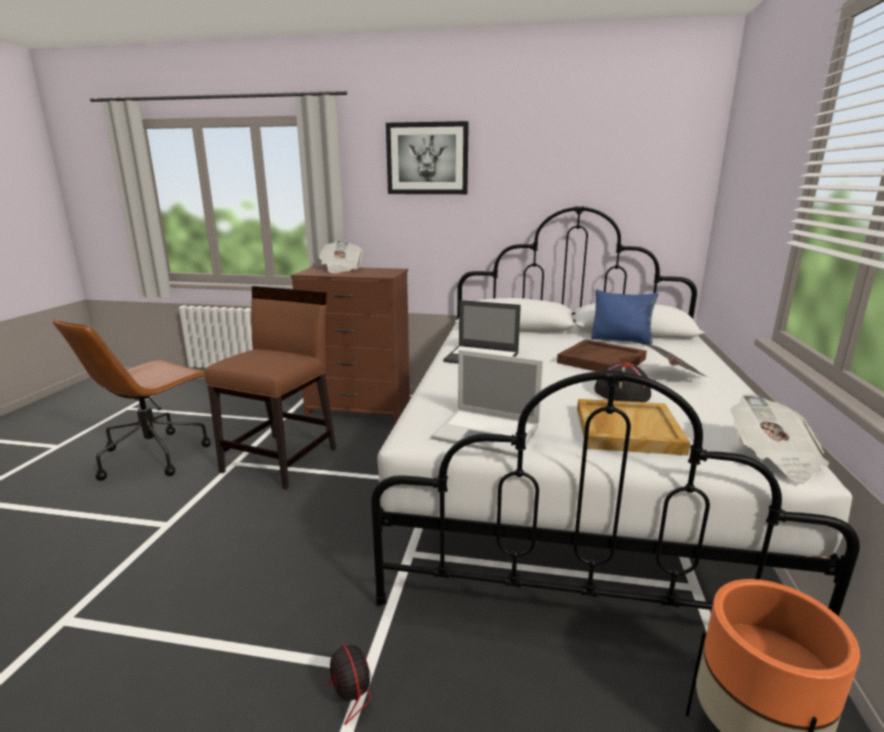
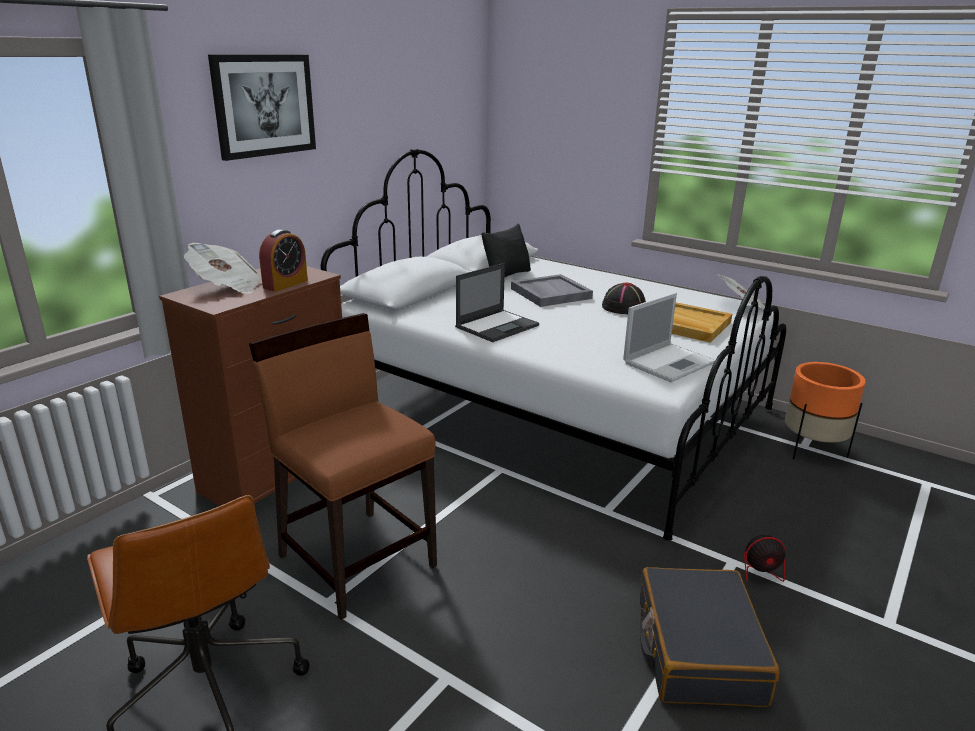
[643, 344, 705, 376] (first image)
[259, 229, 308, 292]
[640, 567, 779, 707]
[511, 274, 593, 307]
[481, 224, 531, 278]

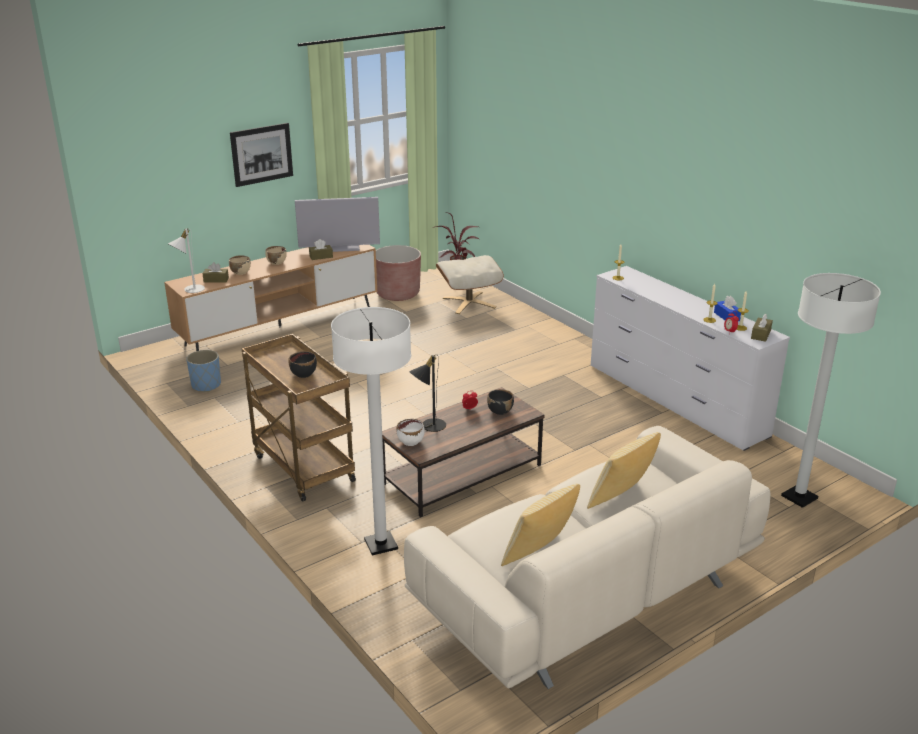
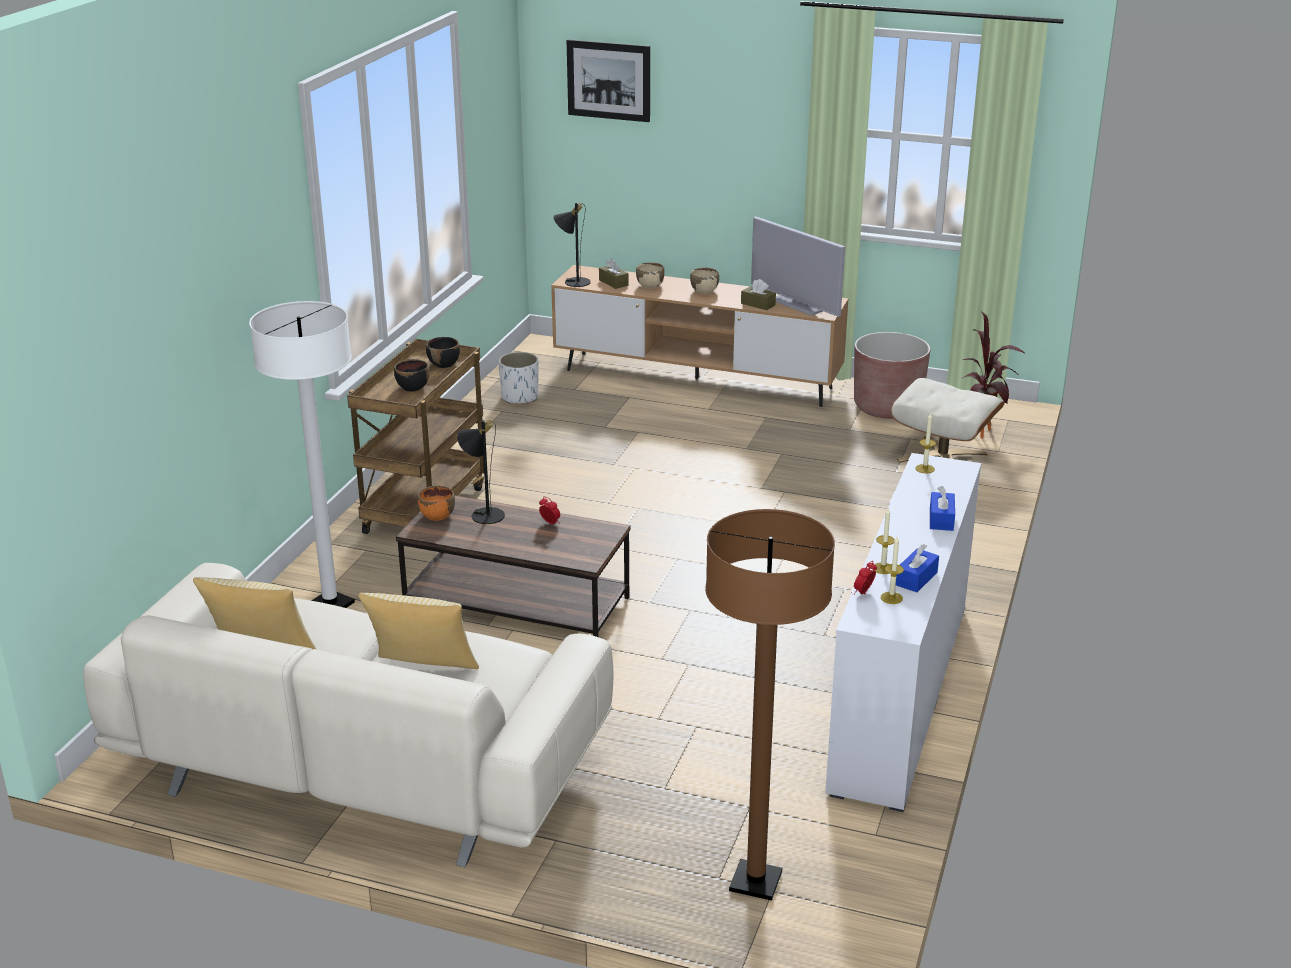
[751, 313, 773, 342] (first image)
[930, 486, 955, 531]
[567, 39, 650, 122]
[426, 337, 460, 368]
[554, 203, 591, 287]
[498, 352, 538, 404]
[418, 485, 455, 521]
[705, 509, 835, 901]

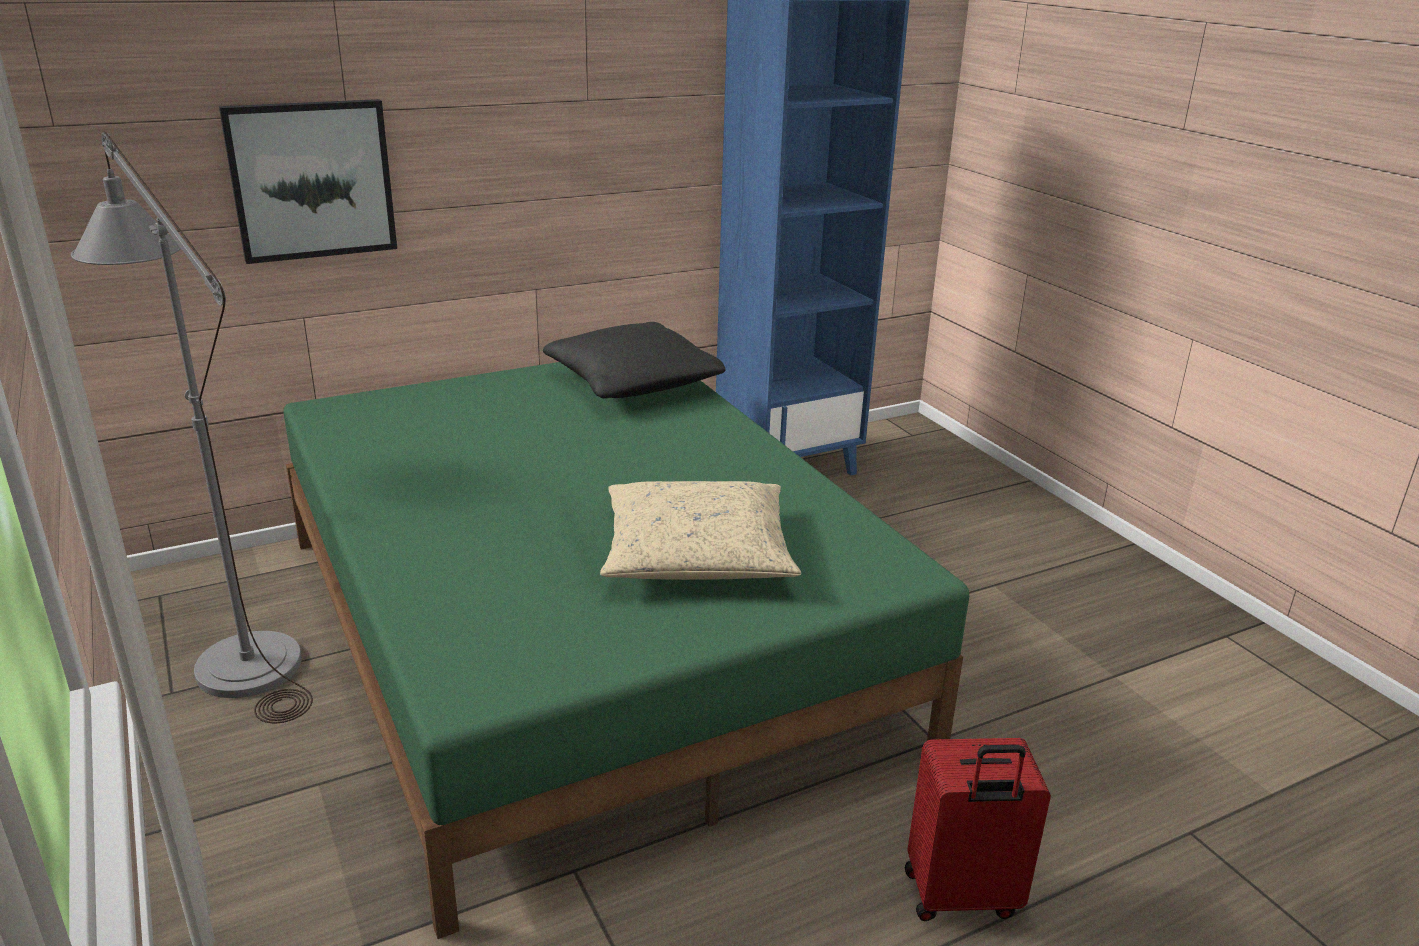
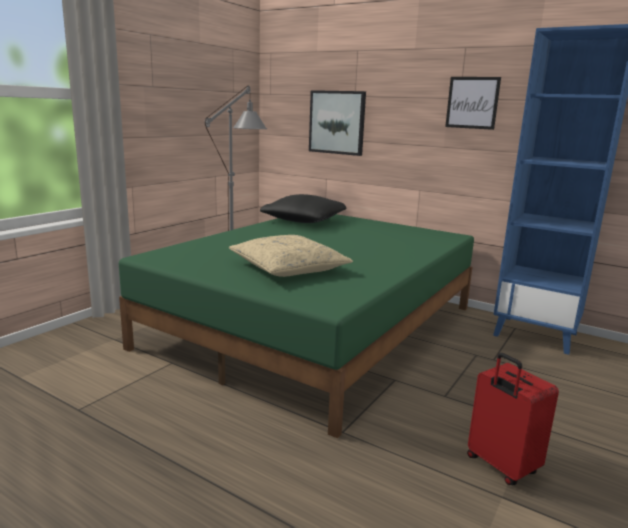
[445, 77, 501, 130]
[260, 194, 346, 223]
[467, 353, 559, 485]

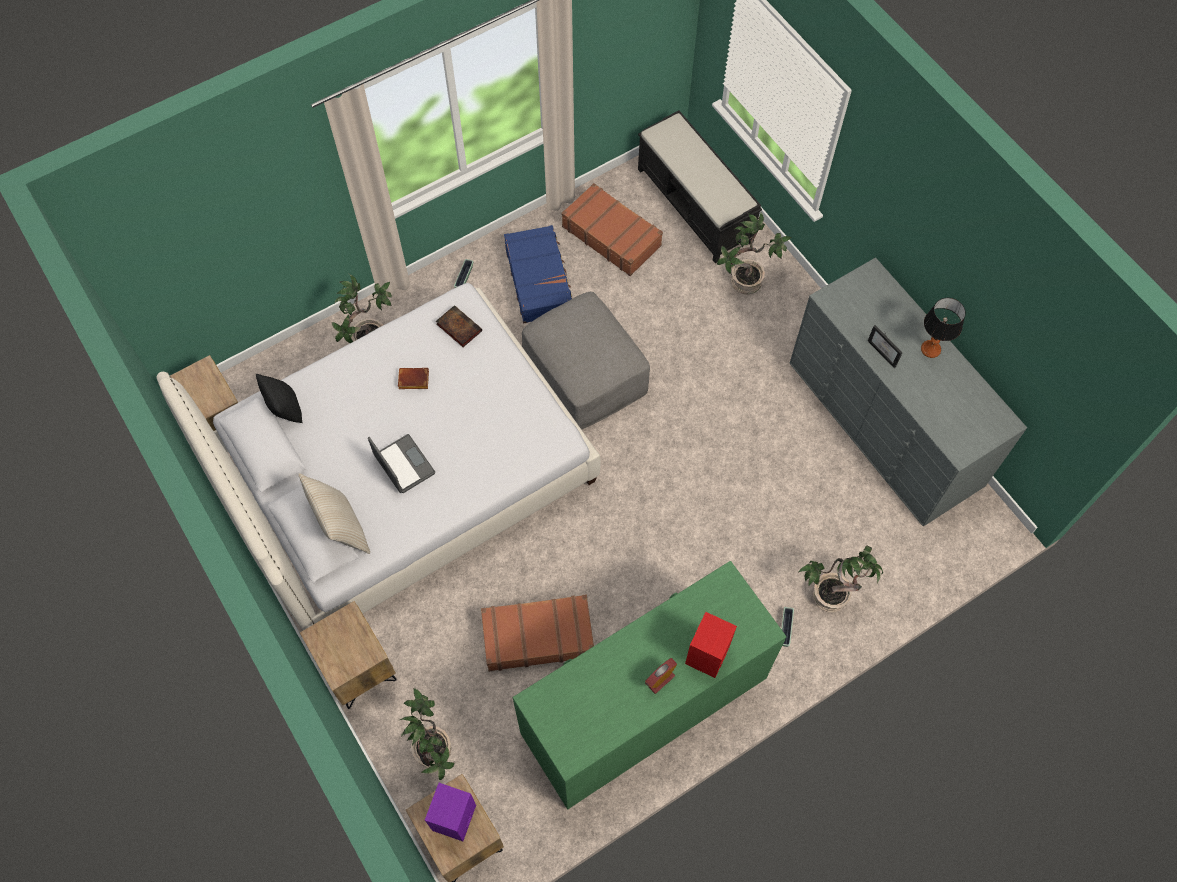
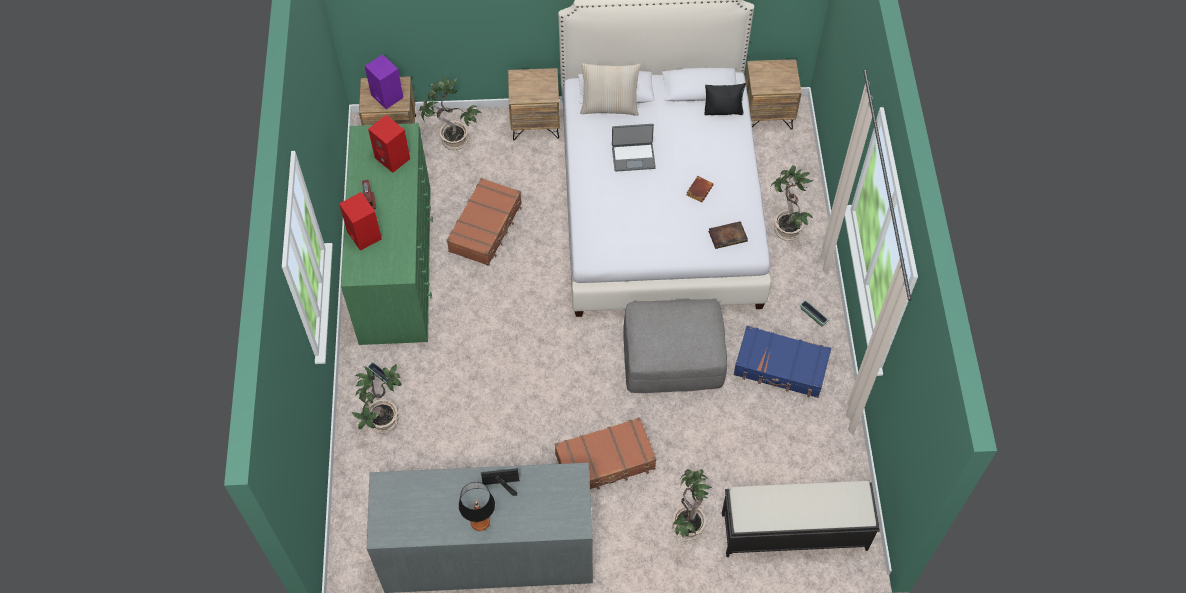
[368, 115, 410, 173]
[555, 417, 656, 490]

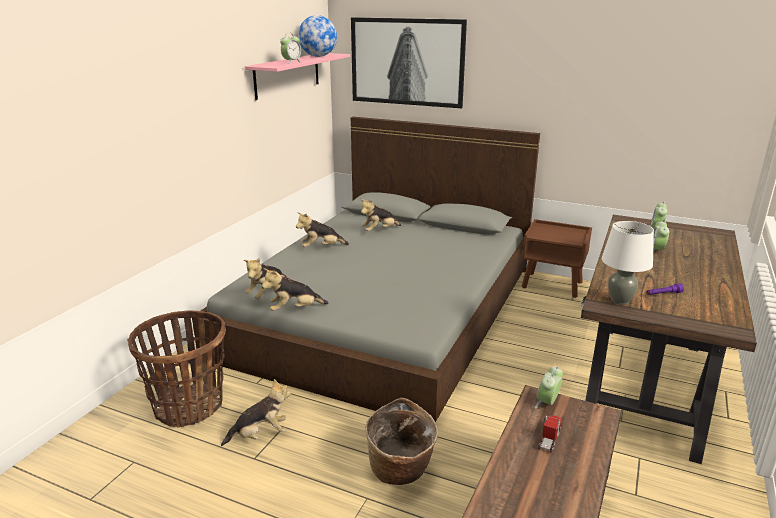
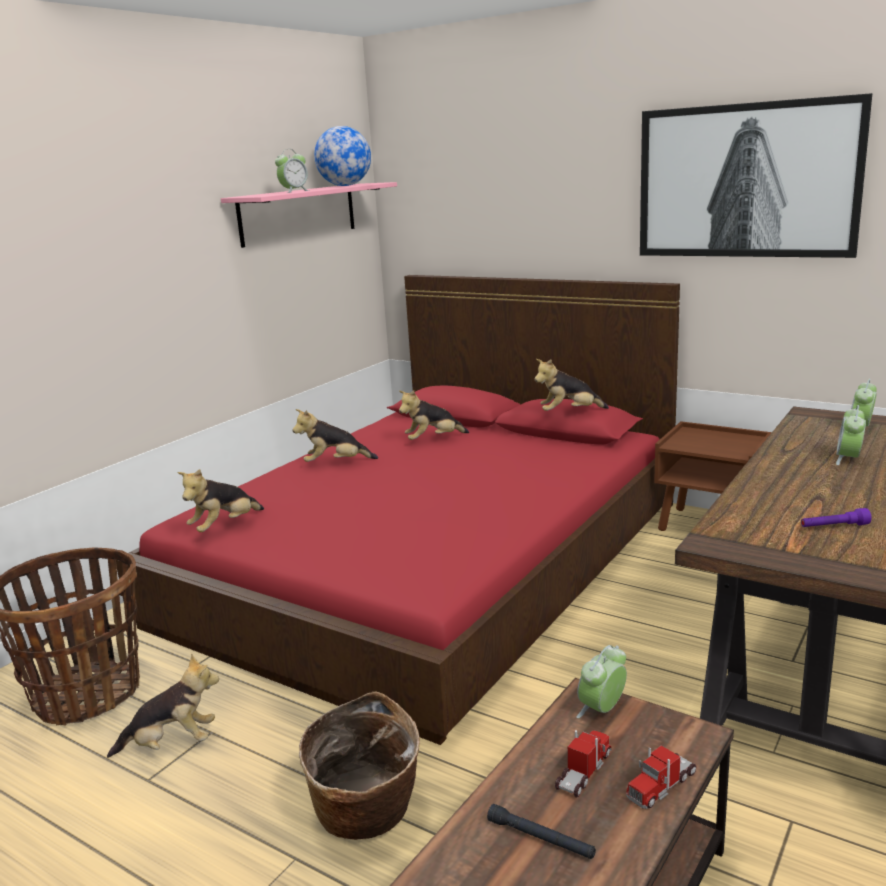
[602, 221, 654, 305] (first image)
[487, 804, 596, 859]
[626, 746, 696, 809]
[535, 359, 609, 411]
[640, 93, 872, 258]
[116, 275, 680, 745]

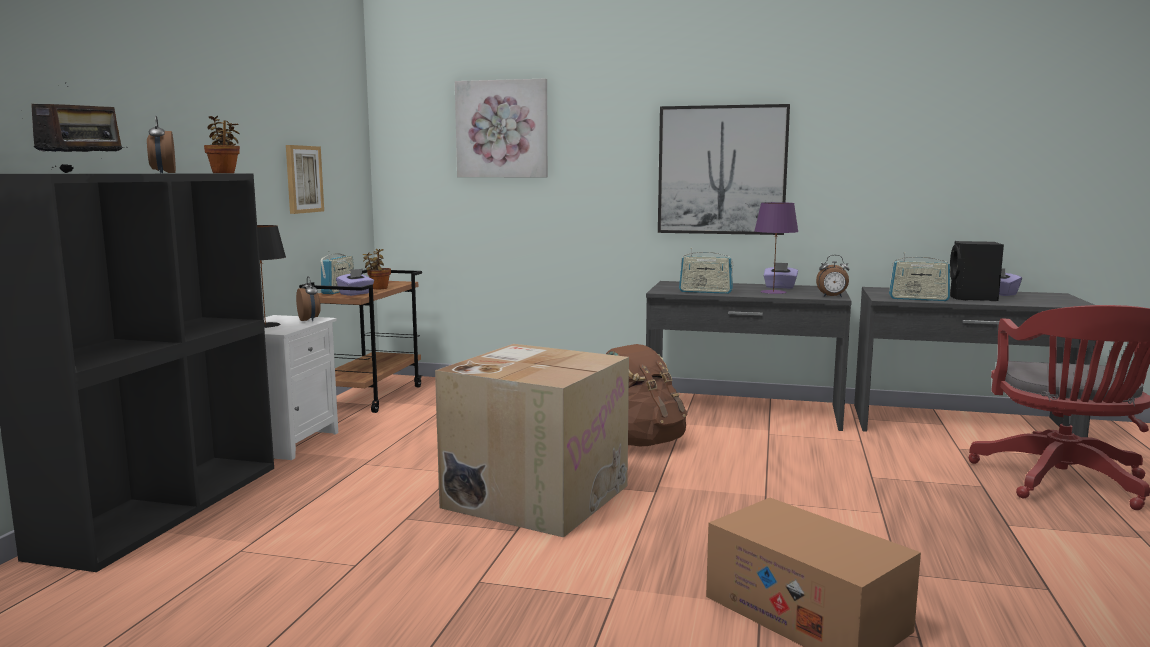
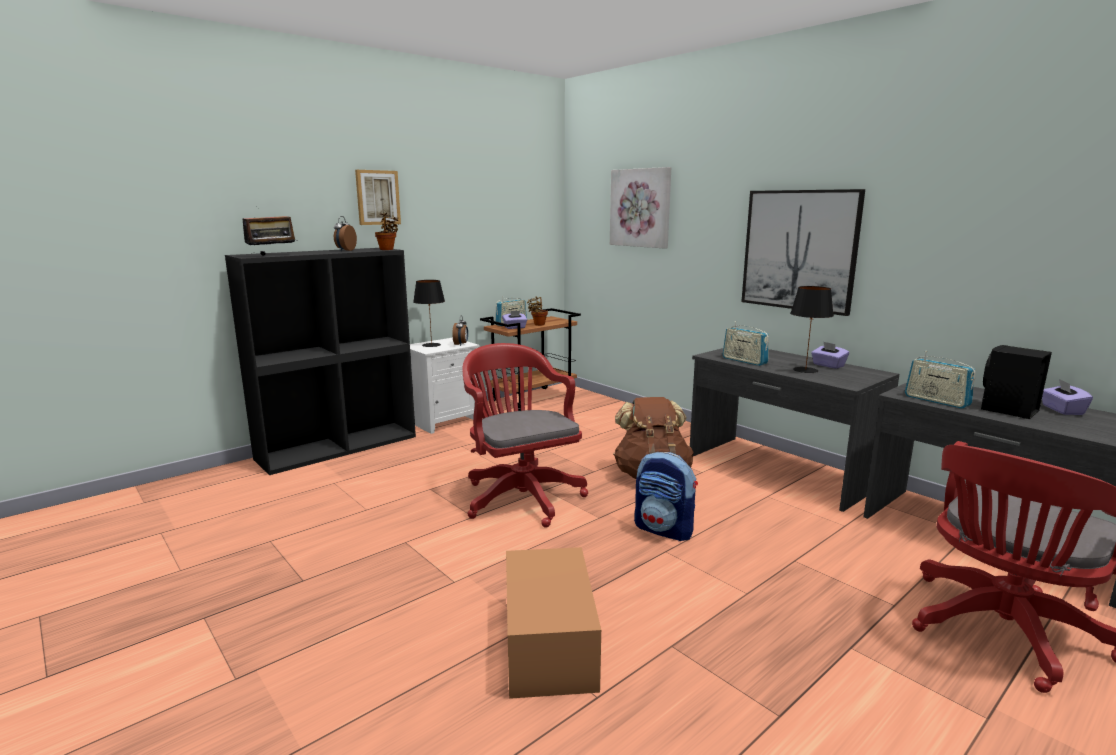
[816, 255, 850, 297] (first image)
[634, 452, 698, 541]
[355, 170, 401, 225]
[462, 343, 588, 528]
[790, 286, 834, 373]

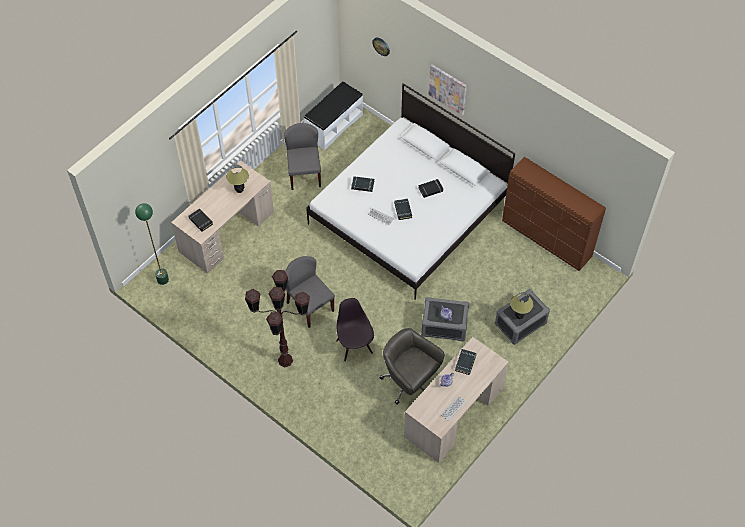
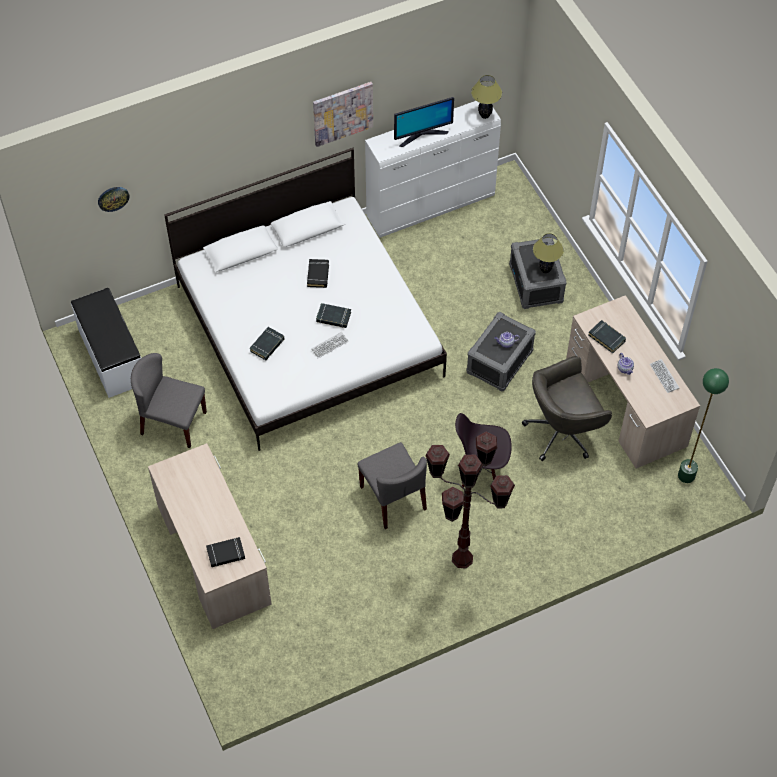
[394, 97, 454, 147]
[678, 368, 729, 483]
[471, 75, 502, 119]
[313, 82, 373, 147]
[365, 101, 501, 238]
[357, 442, 427, 529]

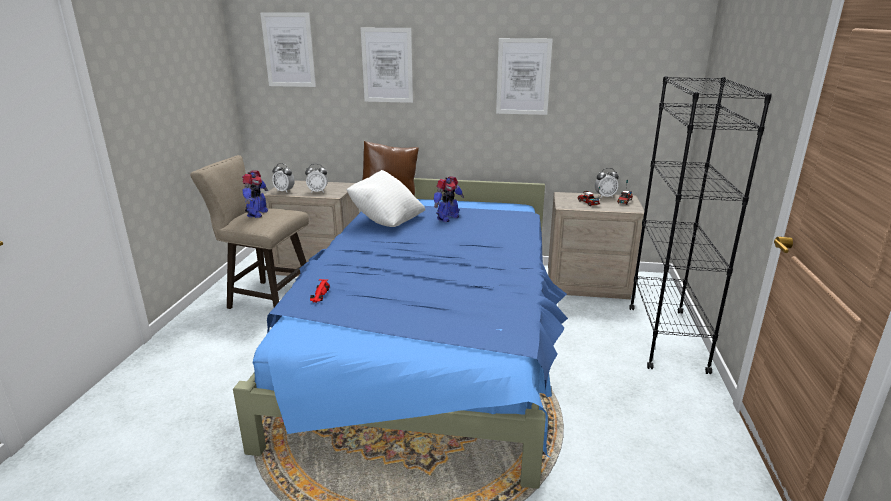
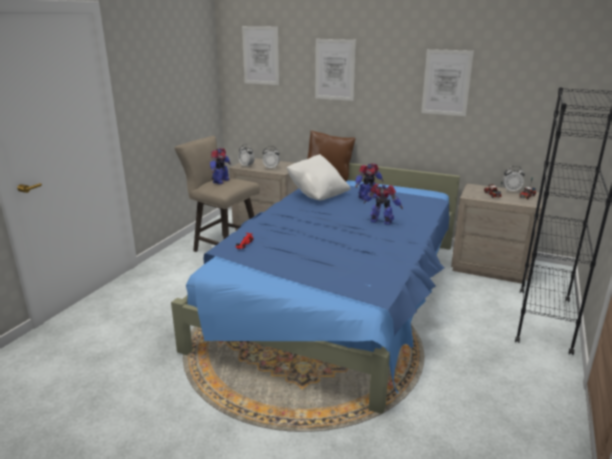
[364, 183, 403, 225]

